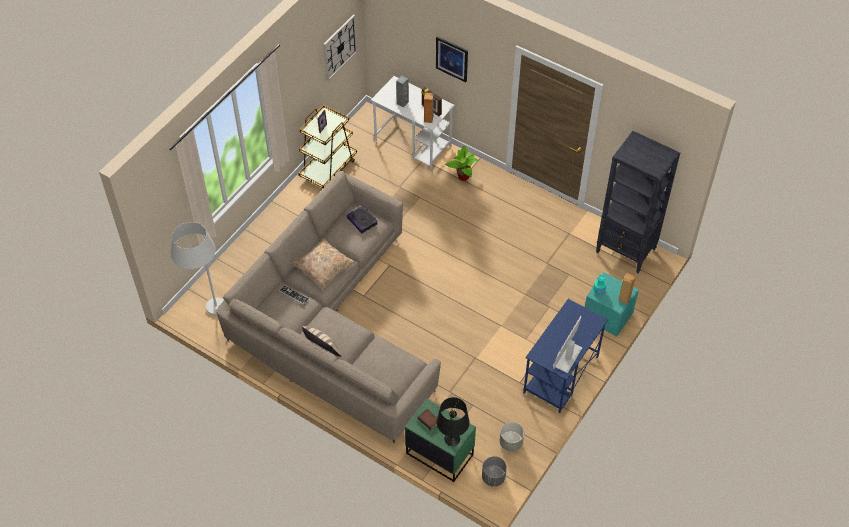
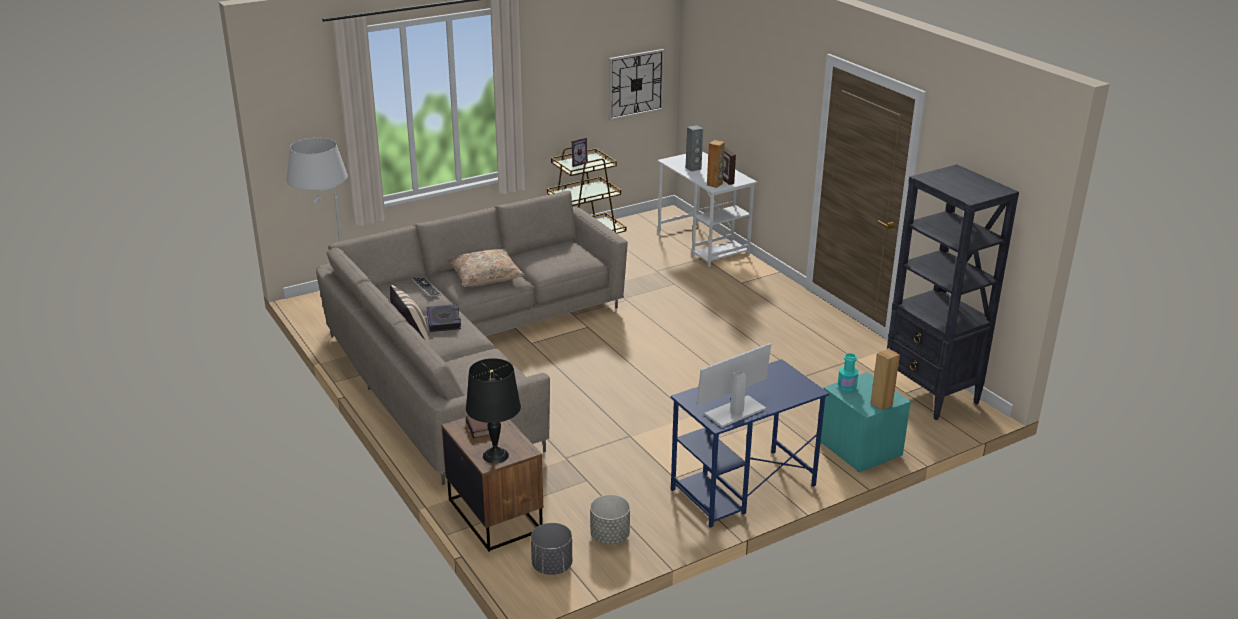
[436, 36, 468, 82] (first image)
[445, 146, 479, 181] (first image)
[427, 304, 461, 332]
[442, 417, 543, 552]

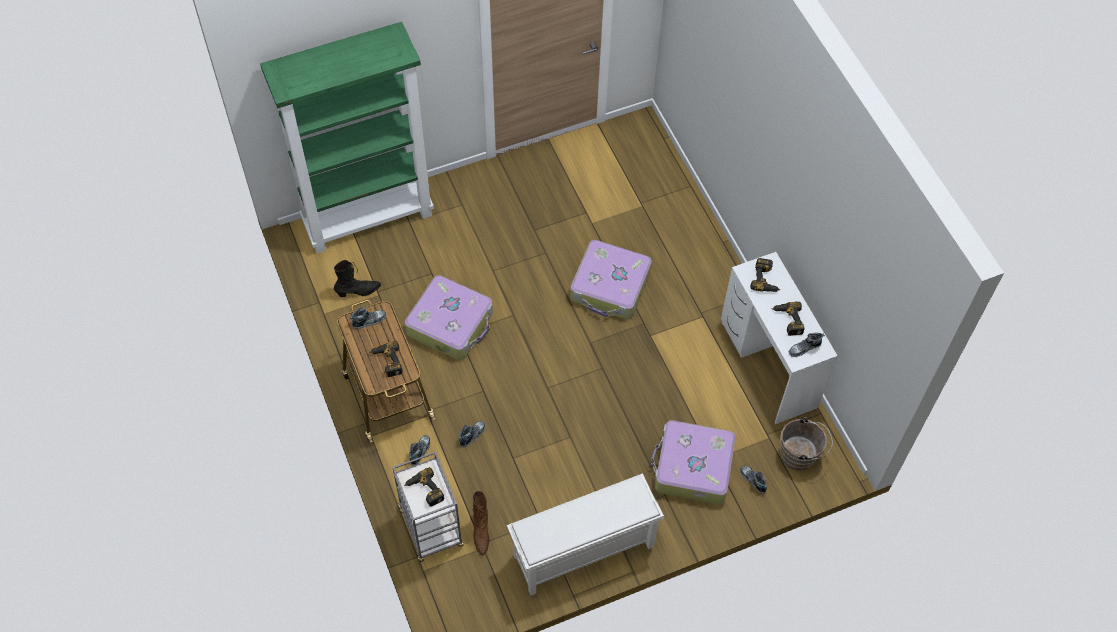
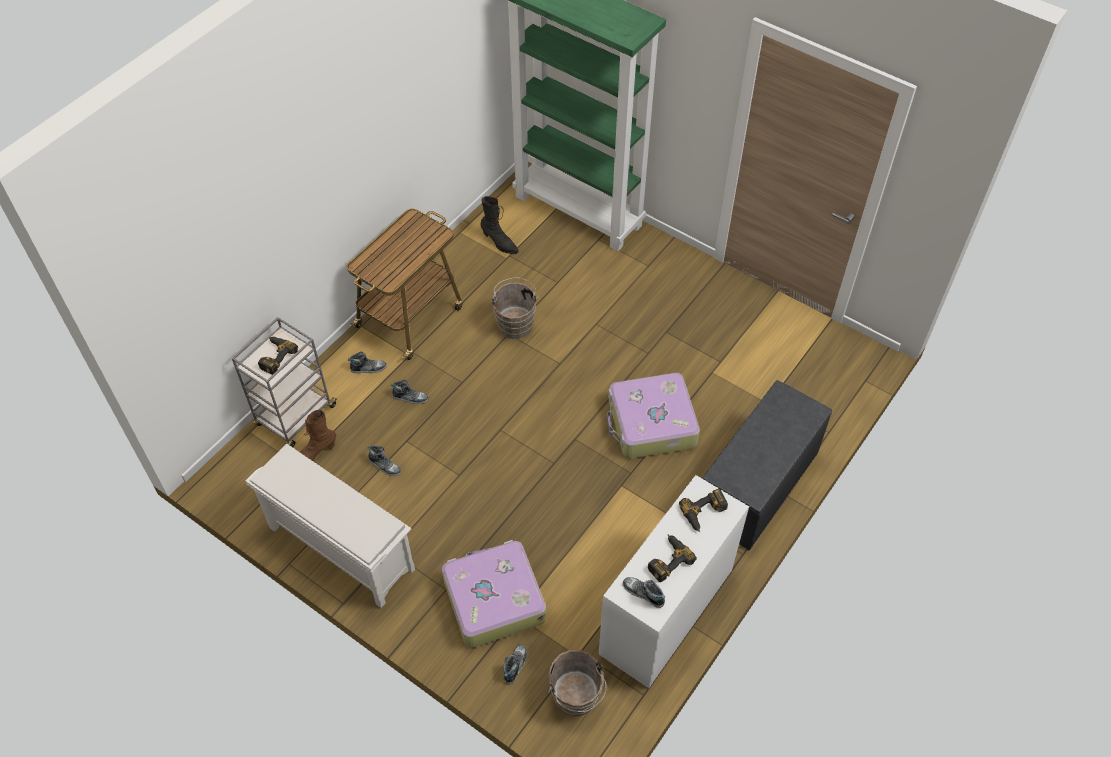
[369, 341, 403, 377] (first image)
[702, 380, 832, 550]
[368, 445, 401, 476]
[490, 277, 539, 339]

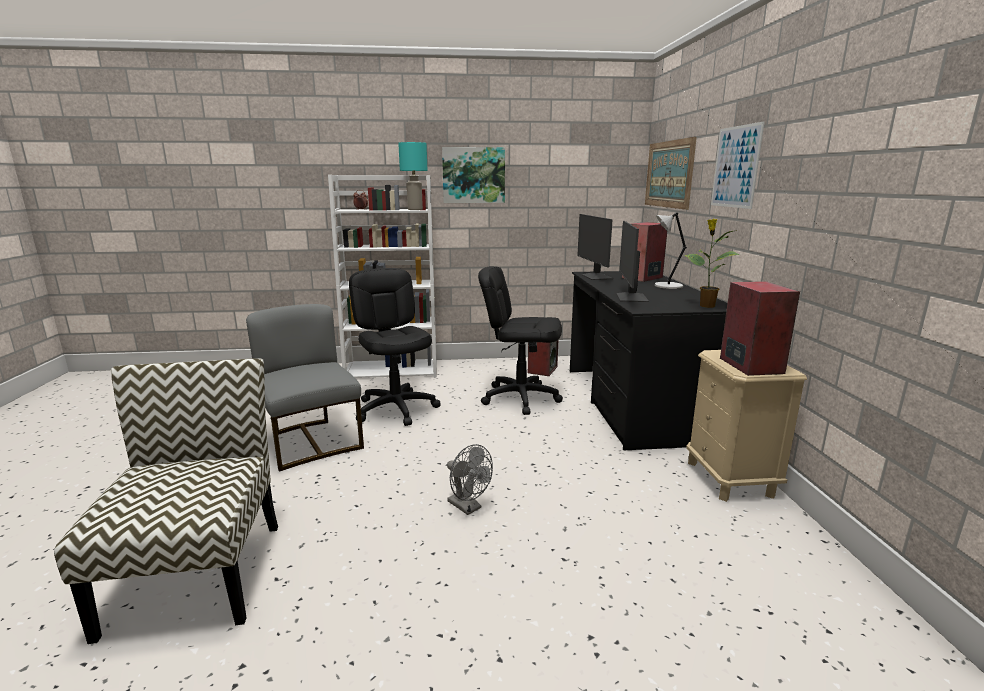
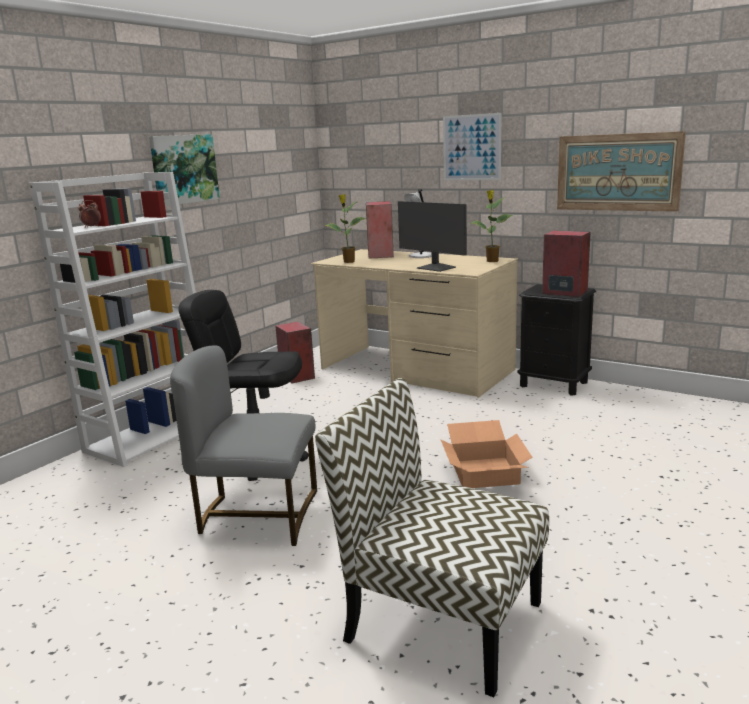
[398, 142, 428, 210] (first image)
[478, 266, 563, 415] (first image)
[557, 131, 686, 212]
[441, 420, 533, 488]
[324, 194, 367, 263]
[311, 249, 518, 398]
[517, 284, 596, 396]

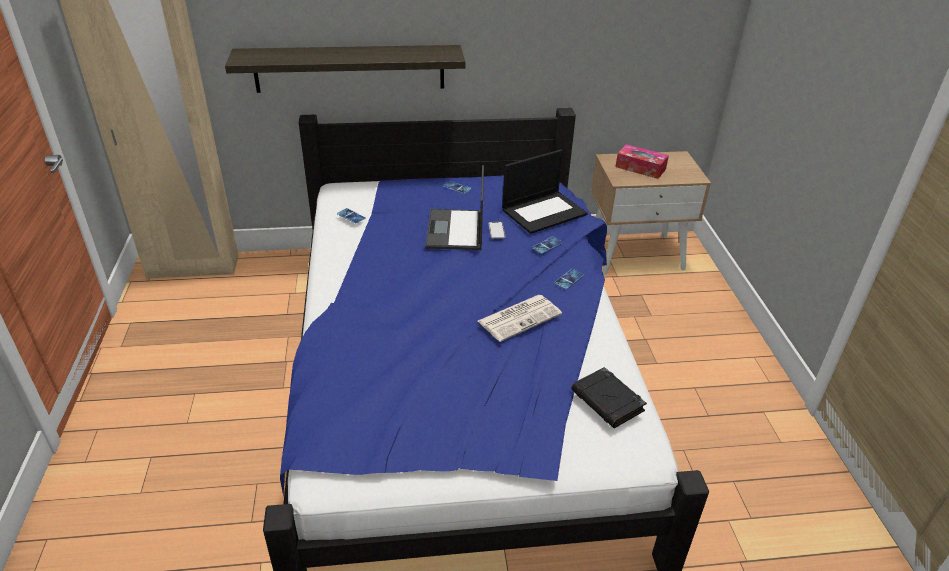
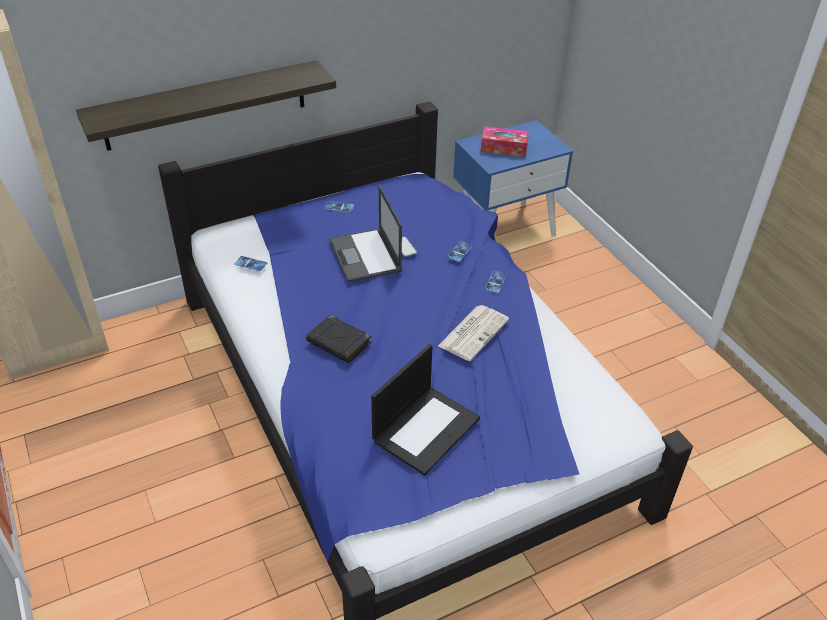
[371, 344, 480, 476]
[306, 315, 371, 363]
[453, 120, 573, 236]

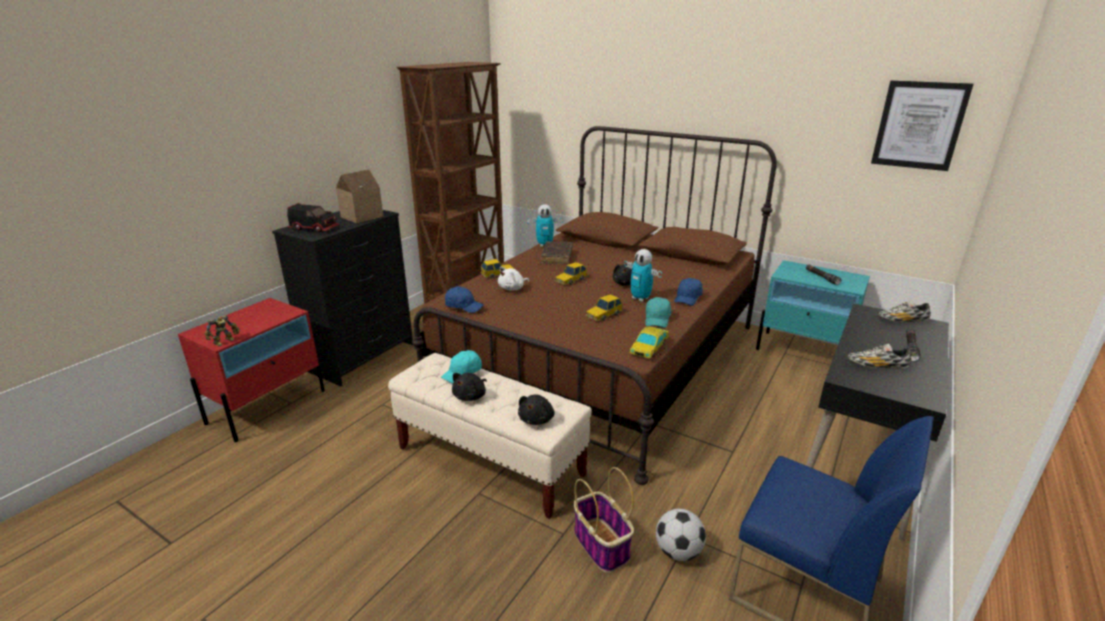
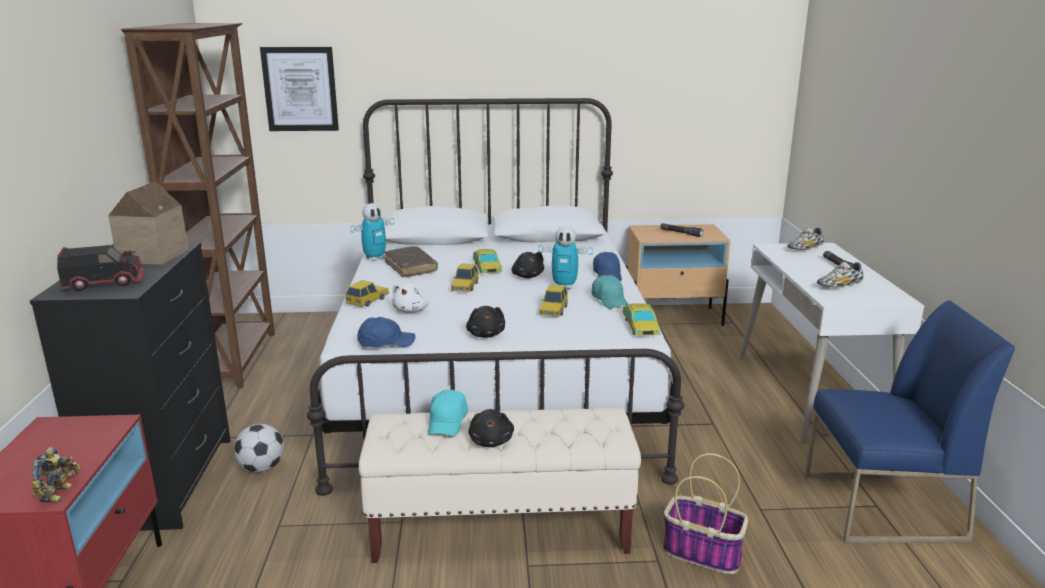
[473, 249, 502, 273]
[466, 306, 505, 338]
[233, 424, 284, 473]
[260, 47, 339, 131]
[307, 98, 684, 496]
[626, 224, 731, 326]
[740, 243, 924, 444]

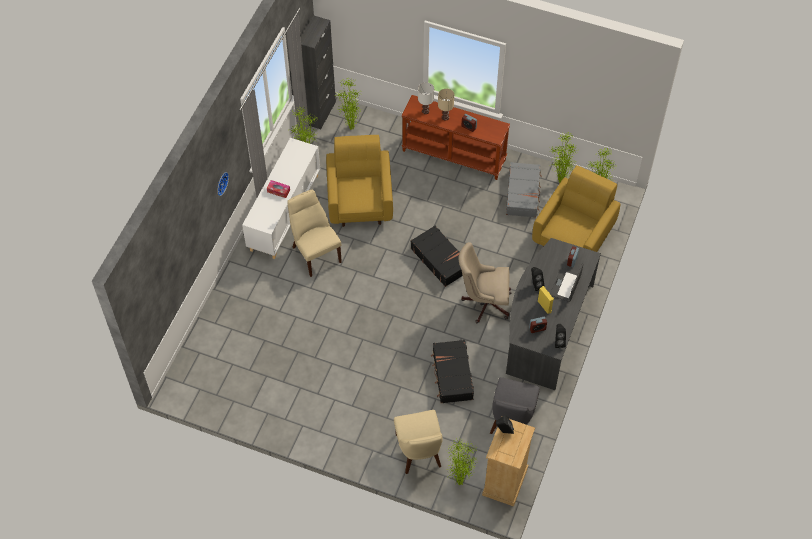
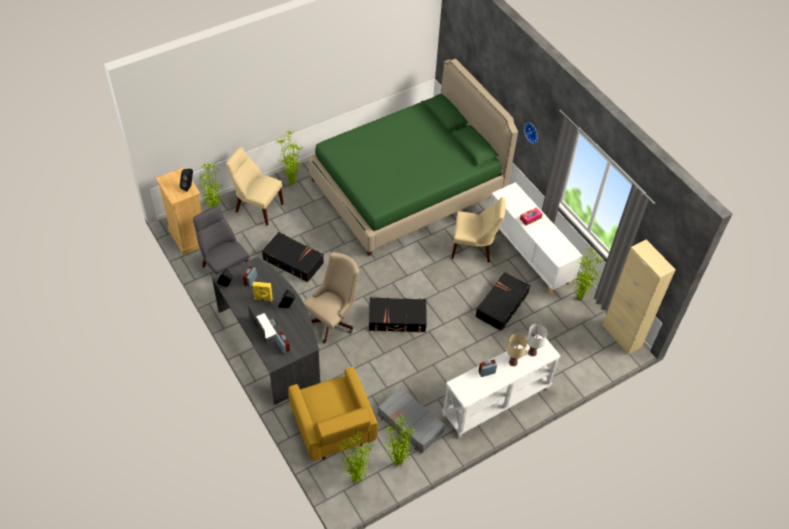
[308, 59, 518, 256]
[275, 129, 304, 186]
[475, 272, 530, 331]
[602, 240, 676, 354]
[442, 334, 561, 438]

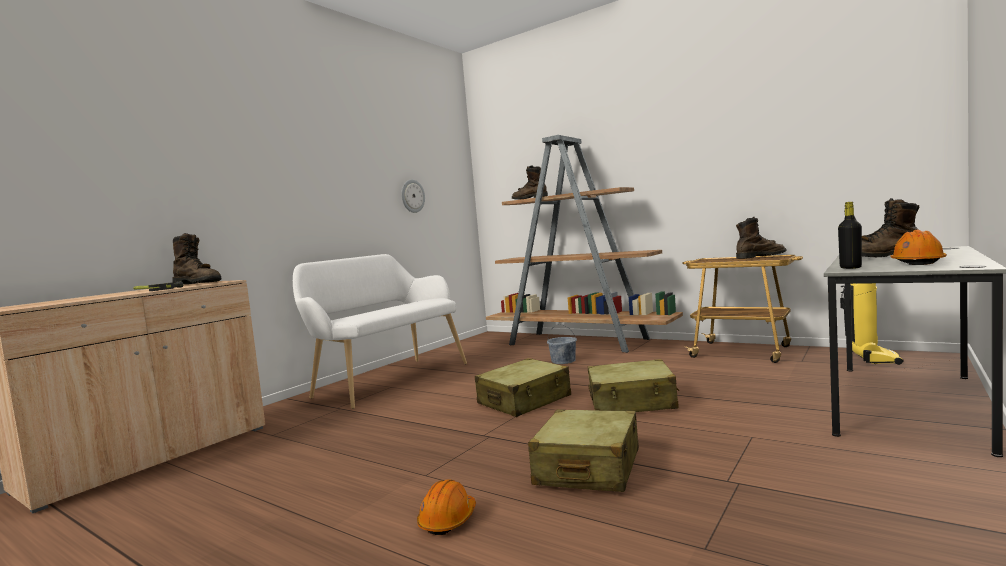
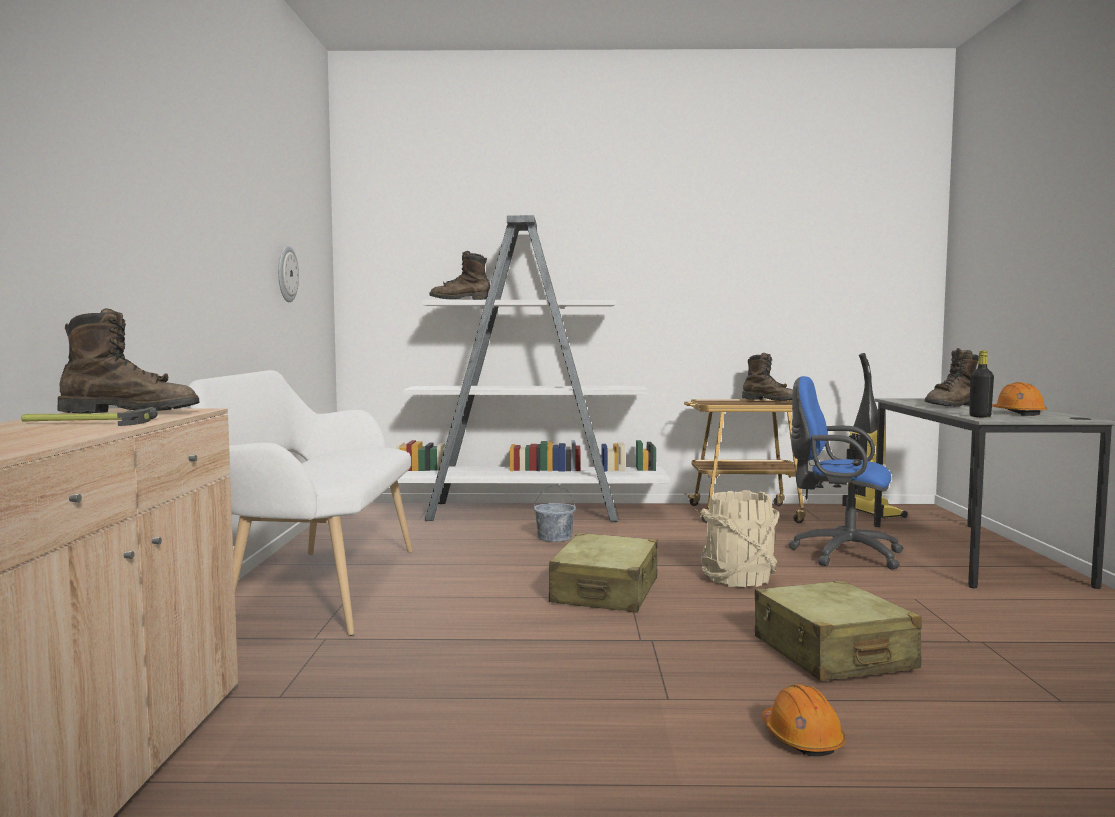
[789, 376, 903, 569]
[701, 490, 779, 587]
[396, 215, 670, 522]
[742, 353, 793, 401]

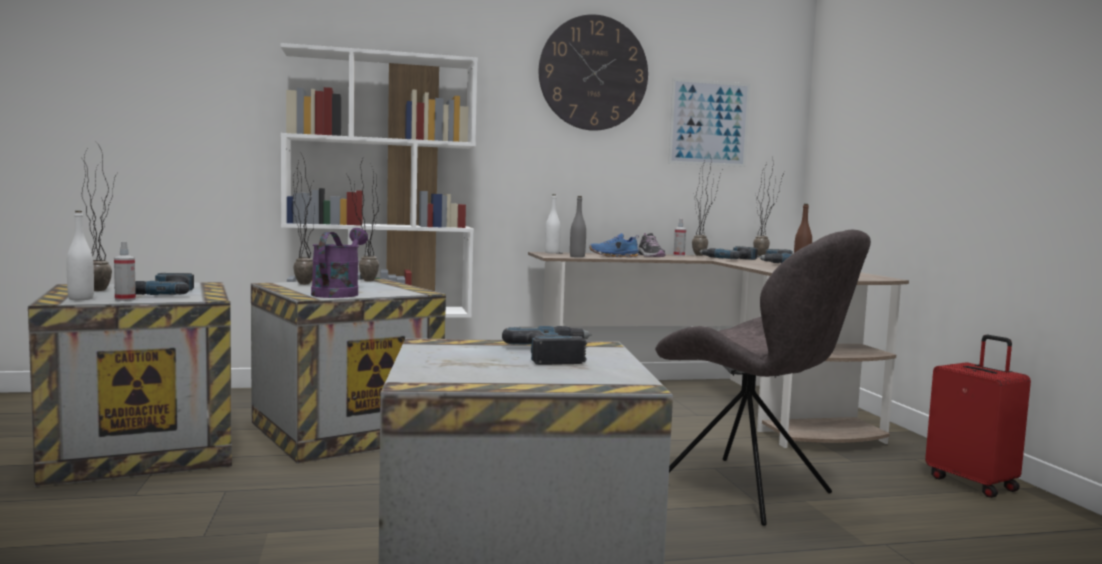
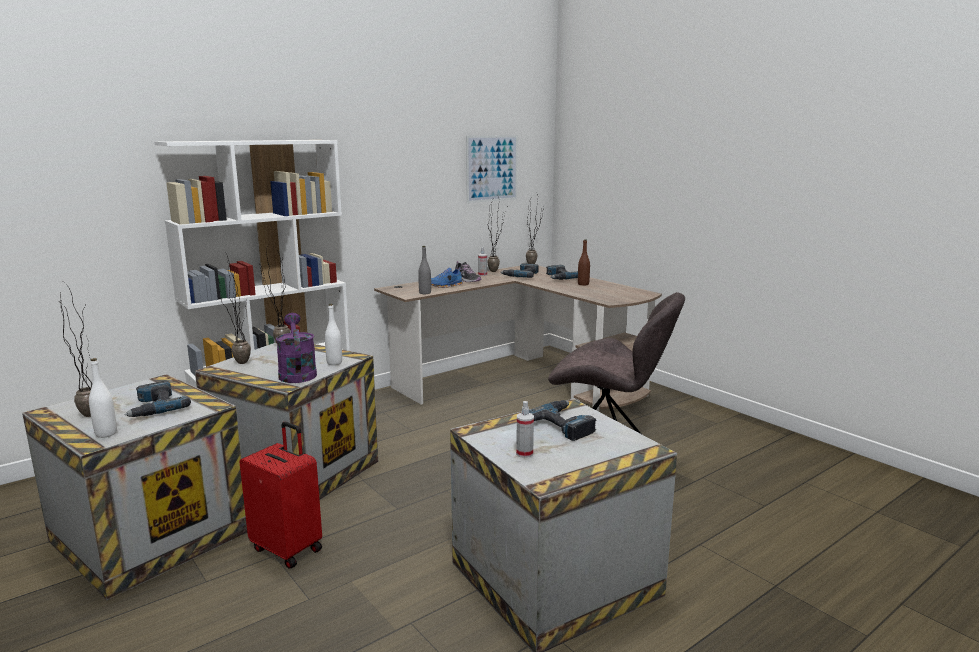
[539, 14, 648, 131] (first image)
[516, 401, 534, 458]
[325, 304, 342, 365]
[240, 422, 322, 569]

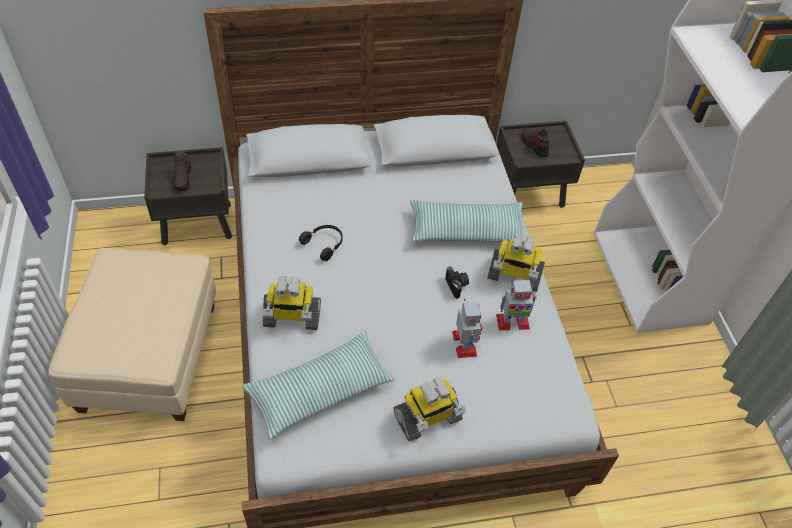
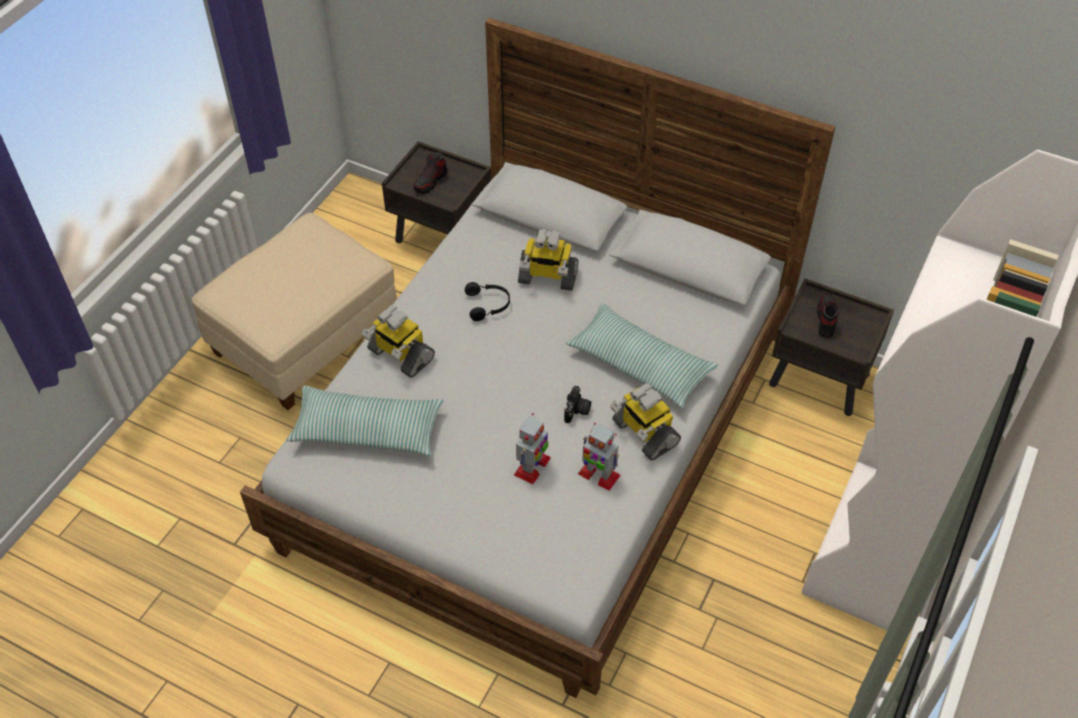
[518, 229, 578, 291]

